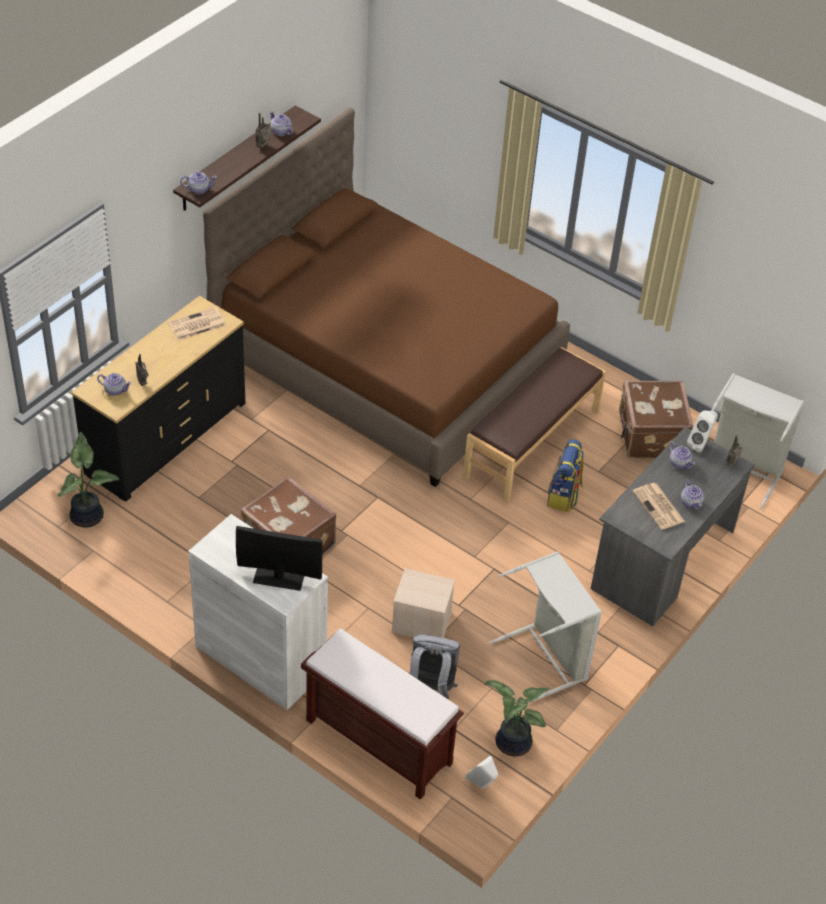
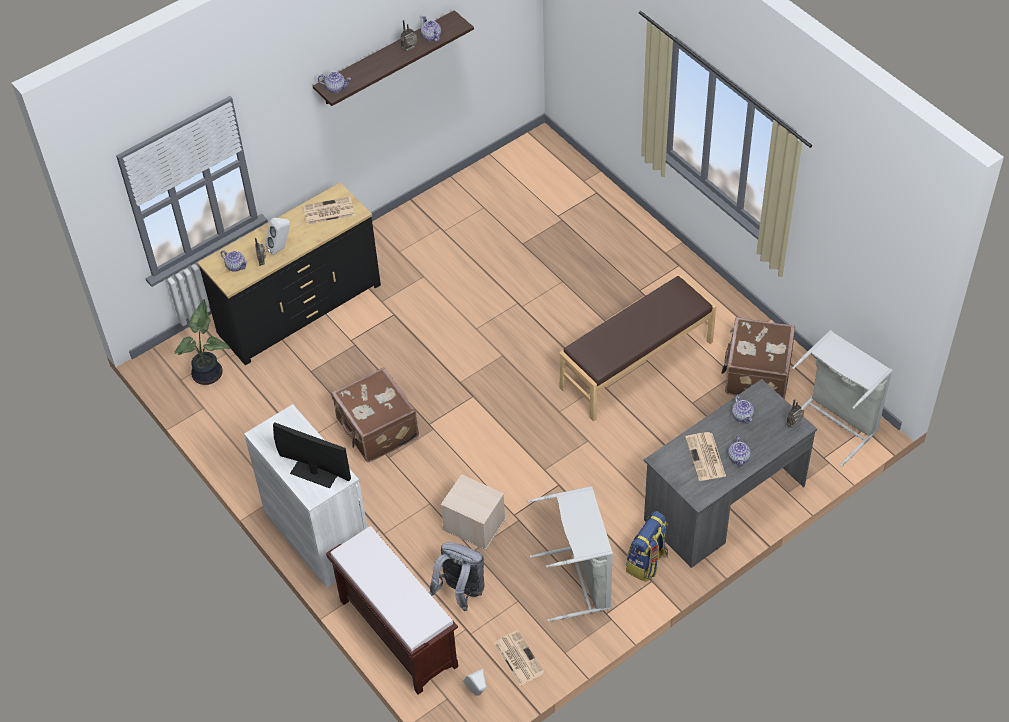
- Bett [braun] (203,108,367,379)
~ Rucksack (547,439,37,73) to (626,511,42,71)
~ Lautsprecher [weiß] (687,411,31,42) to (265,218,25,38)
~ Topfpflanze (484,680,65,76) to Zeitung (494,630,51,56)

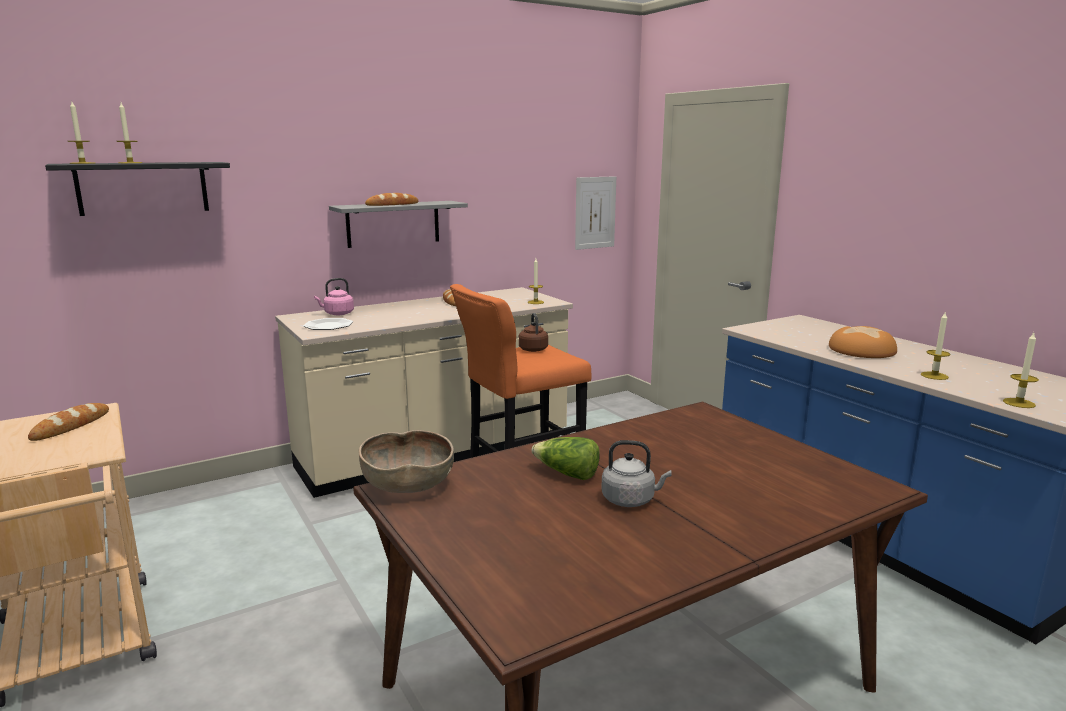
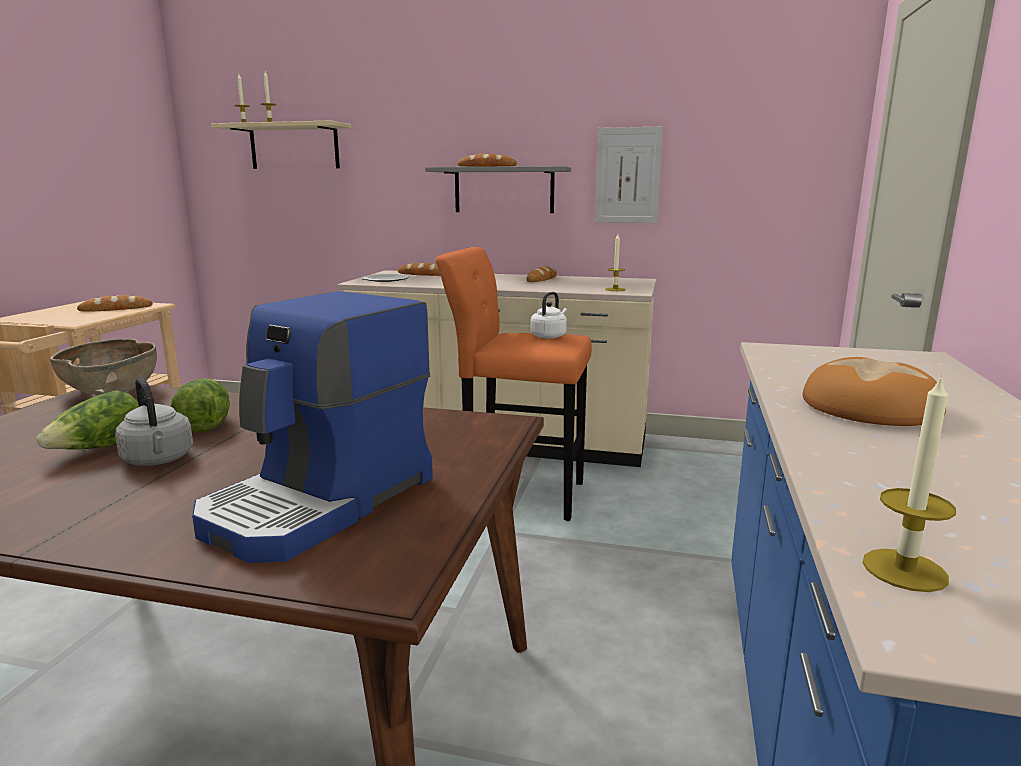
- Kerze (921,311,30,69)
+ Salatkopf (36,390,103,59)
+ Kaffeemaschine (192,291,241,272)
~ Bild (575,176,41,74) to (595,127,68,96)
~ Wasserkessel [rosa] (314,278,40,37) to Brot (398,263,43,13)
~ Wandregal [schwarz] (45,162,185,54) to Wandregal [beige] (211,120,140,49)
~ Wasserkessel [braun] (519,313,29,39) to Wasserkessel [weiß] (530,292,37,47)

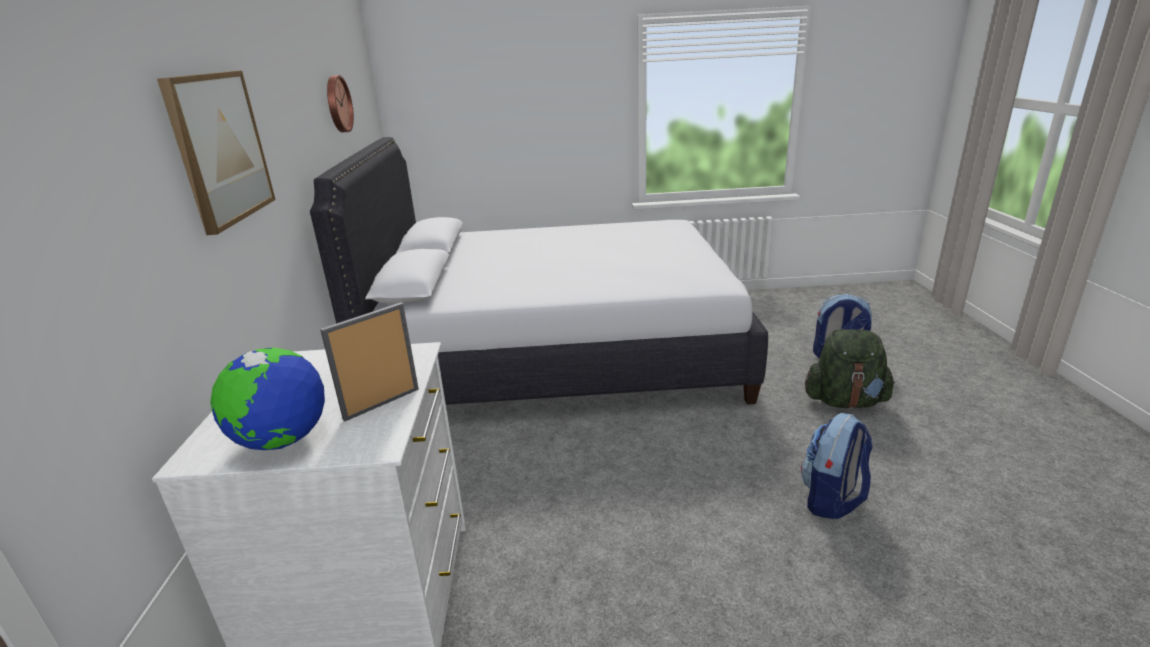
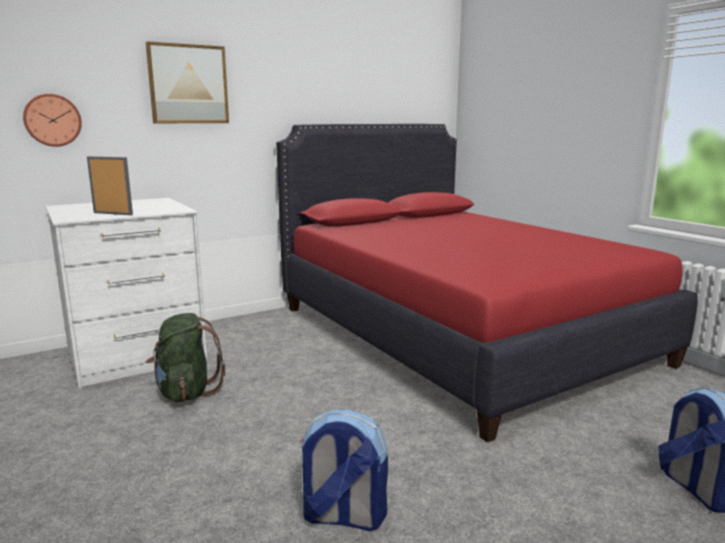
- Globus (210,347,115,103)
~ Wanduhr (327,75,27,57) to (23,94,59,53)
~ Rucksack [grün] (805,329,90,80) to (146,313,79,89)
~ Bett [weiß] (310,137,458,268) to Bett [rot] (276,124,422,318)

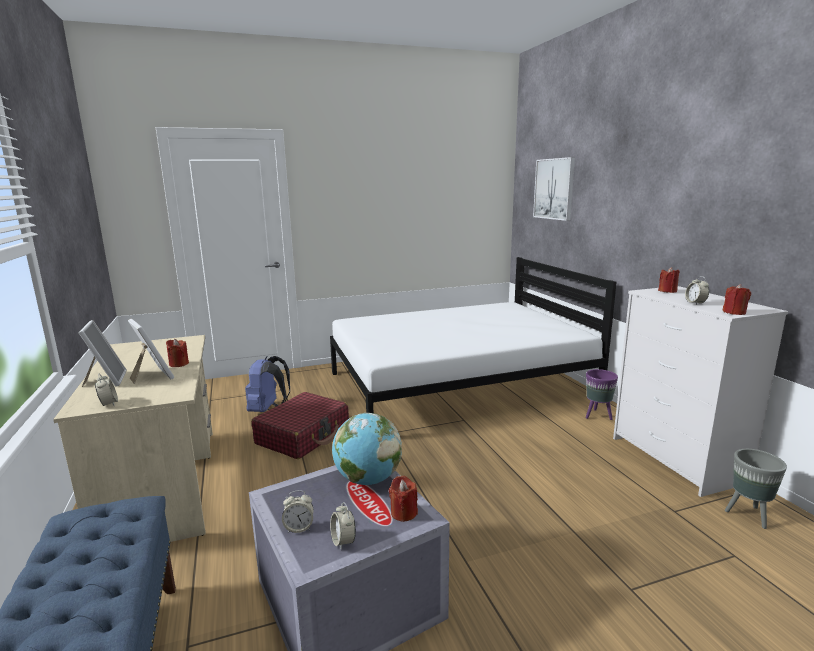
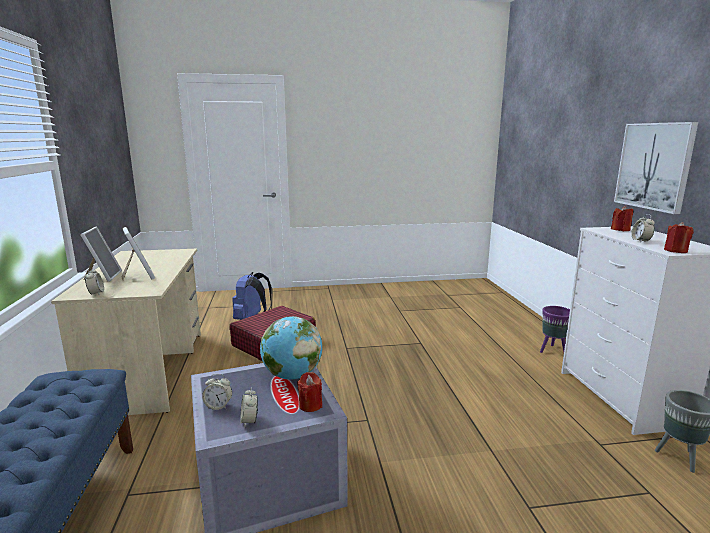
- Kerze [rot] (166,339,23,28)
- Bett [weiß] (330,257,286,156)
~ Bild (533,157,42,64) to (614,122,84,92)

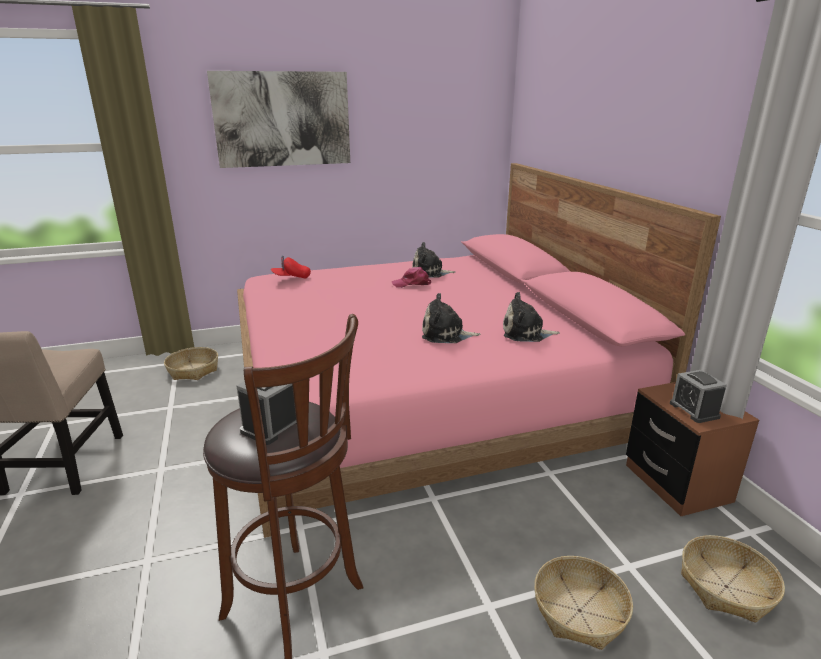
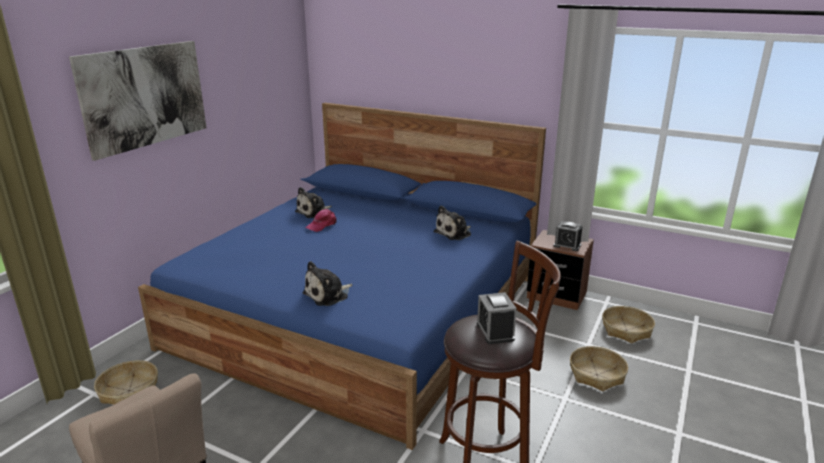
- Kappe [rot] (271,255,40,23)
~ Plüschtier (422,293,59,50) to (303,261,49,45)
~ Bett [rosa] (237,163,484,375) to Bett [blau] (138,103,408,347)

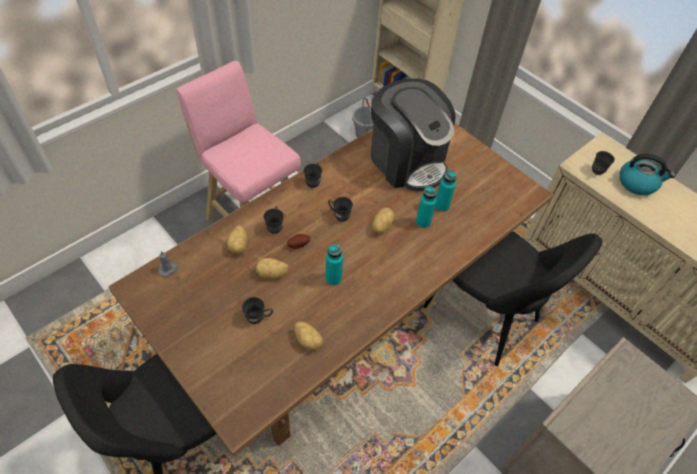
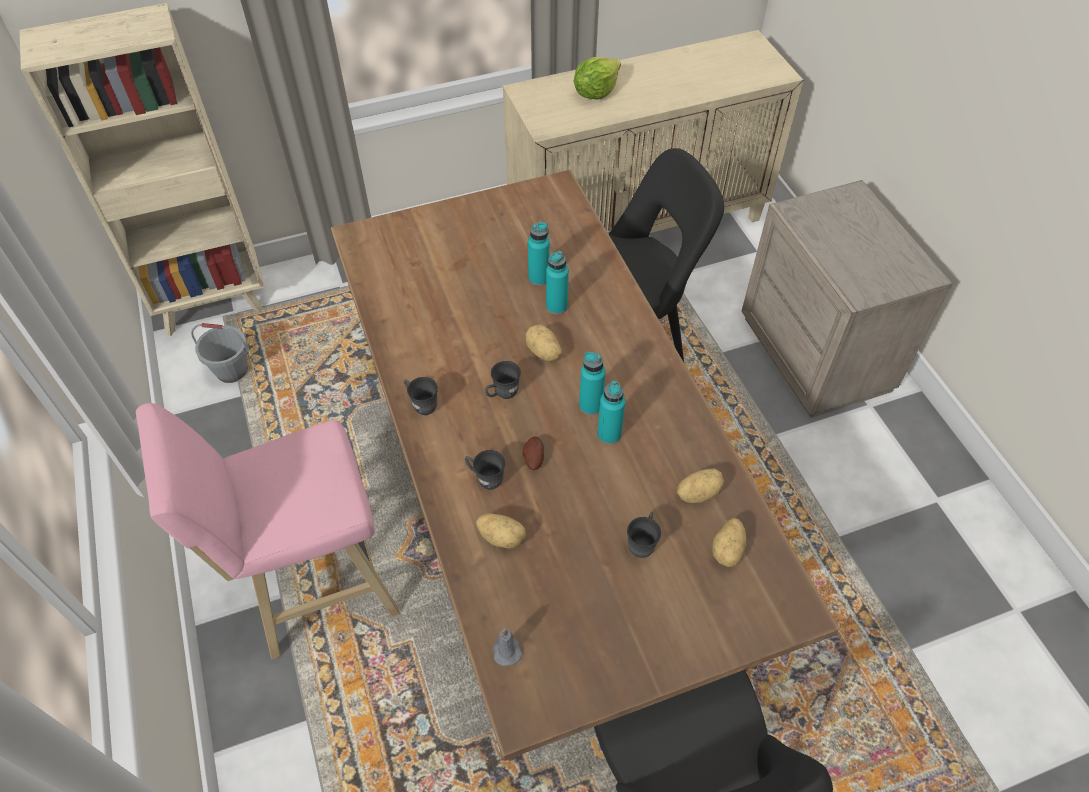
- Kaffeemaschine (371,79,85,113)
- Henkelbecher [grau] (592,151,23,24)
+ Flasche [türkis] (579,352,27,63)
~ Kartoffel (256,258,33,21) to (712,518,34,49)
~ Wasserkessel (619,154,56,41) to Salatkopf (574,57,47,43)

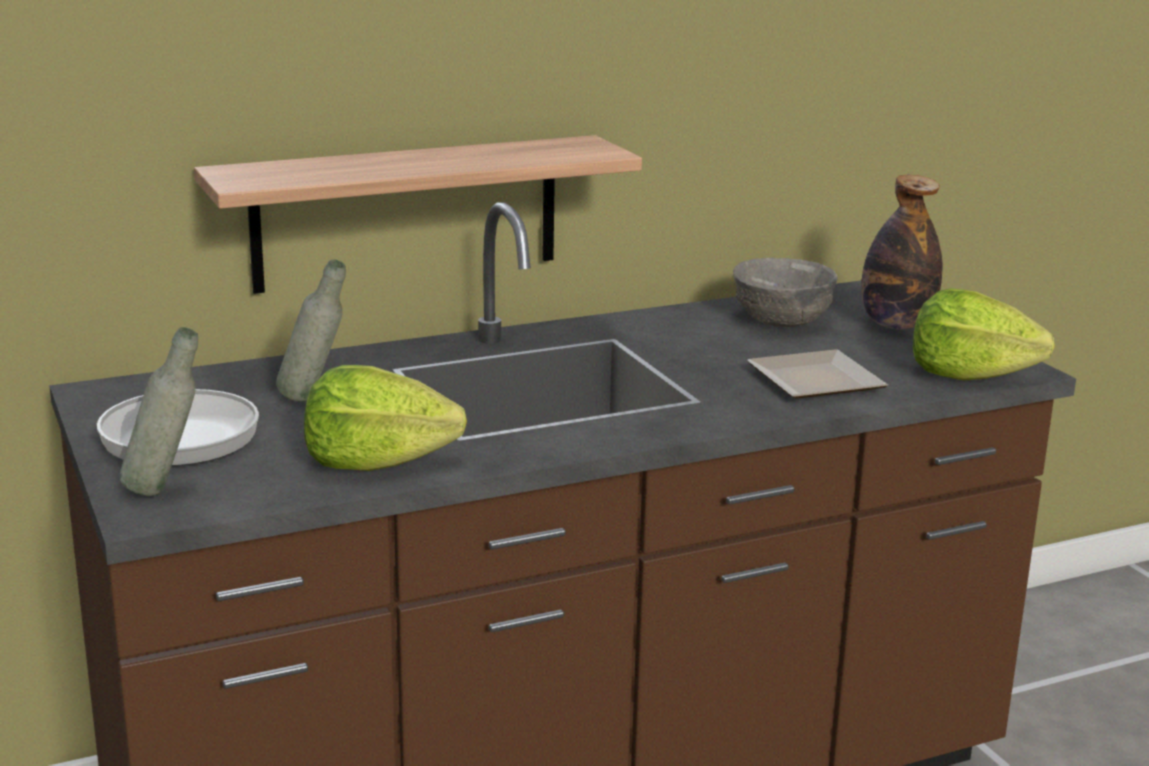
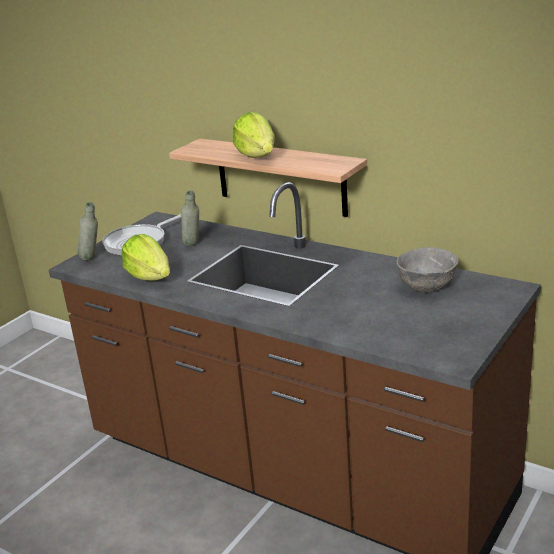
- Teller (747,349,141,49)
- Flasche (861,175,82,155)
~ Salatkopf (913,288,142,93) to (233,112,42,46)

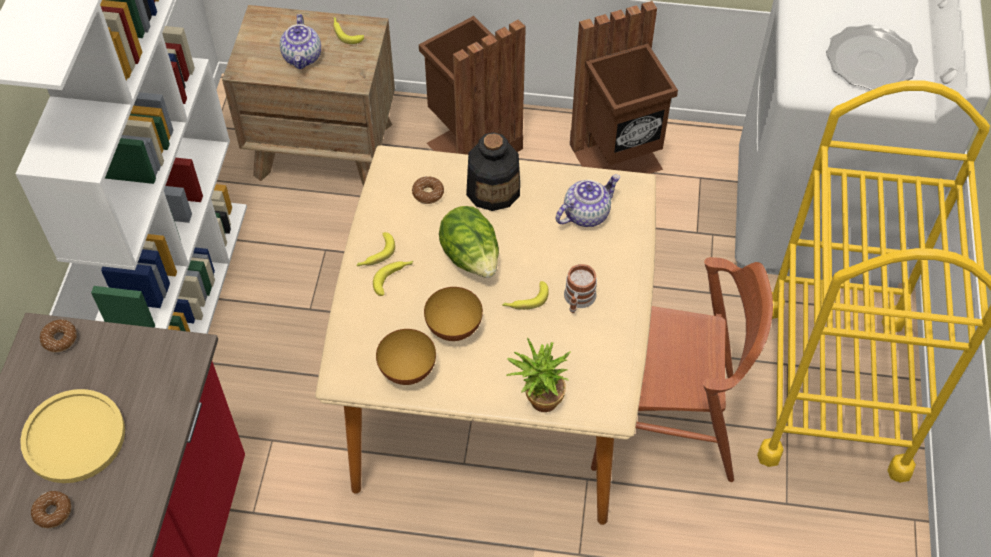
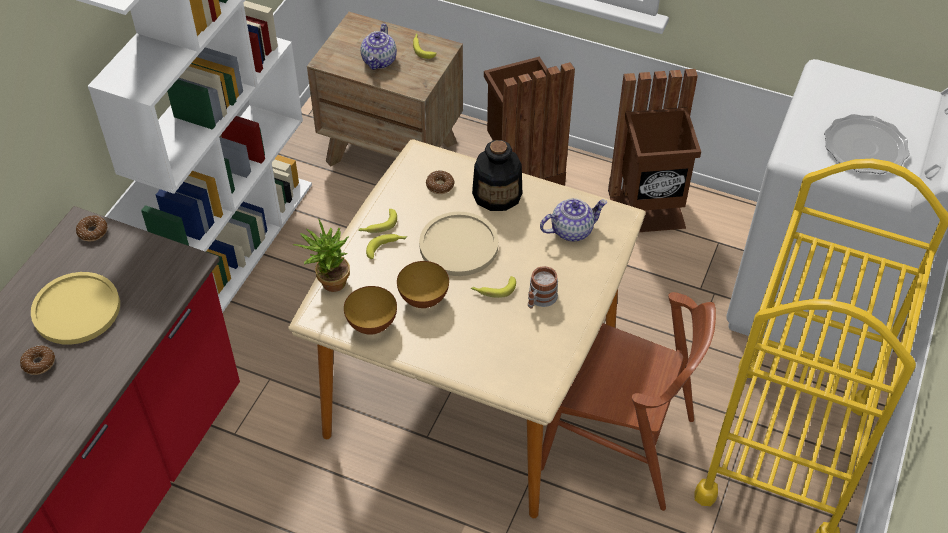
~ Topfpflanze (507,338,64,74) to (293,219,57,73)
~ Salatkopf (439,206,60,72) to Teller [beige] (419,212,79,64)

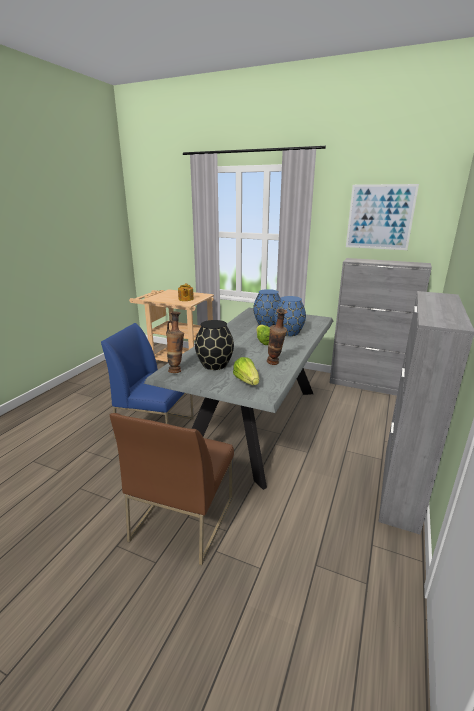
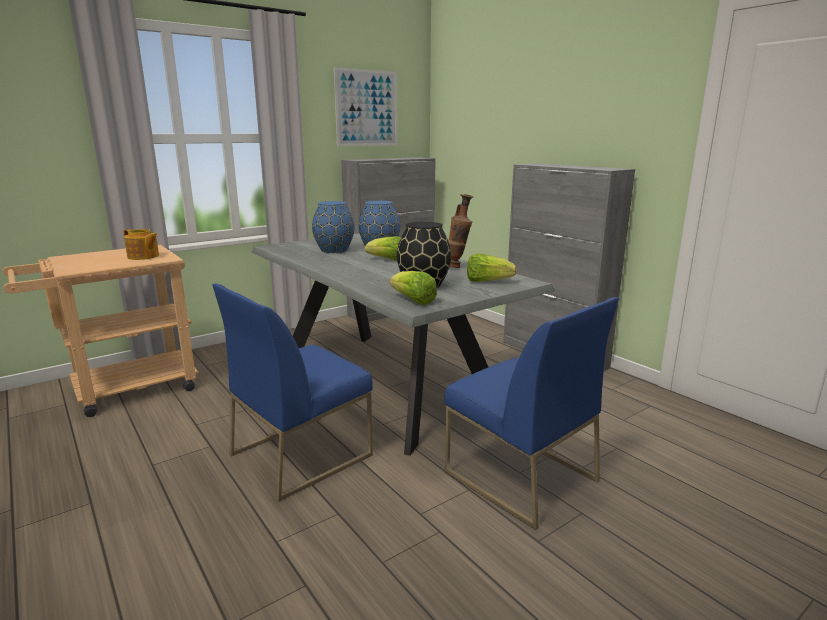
~ Vase (166,312,18,61) to Salatkopf (390,271,47,34)
~ Stuhl [braun] (110,413,124,152) to Stuhl [blau] (445,297,174,233)

